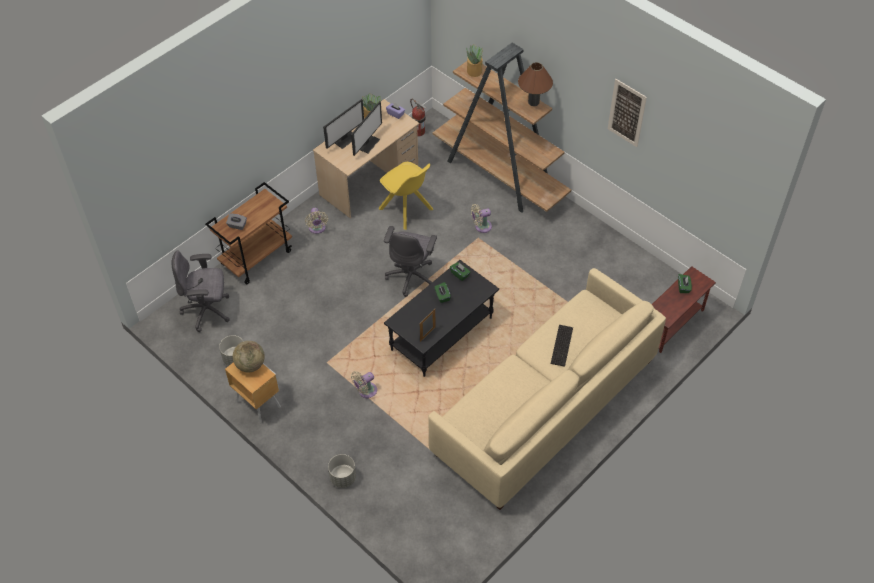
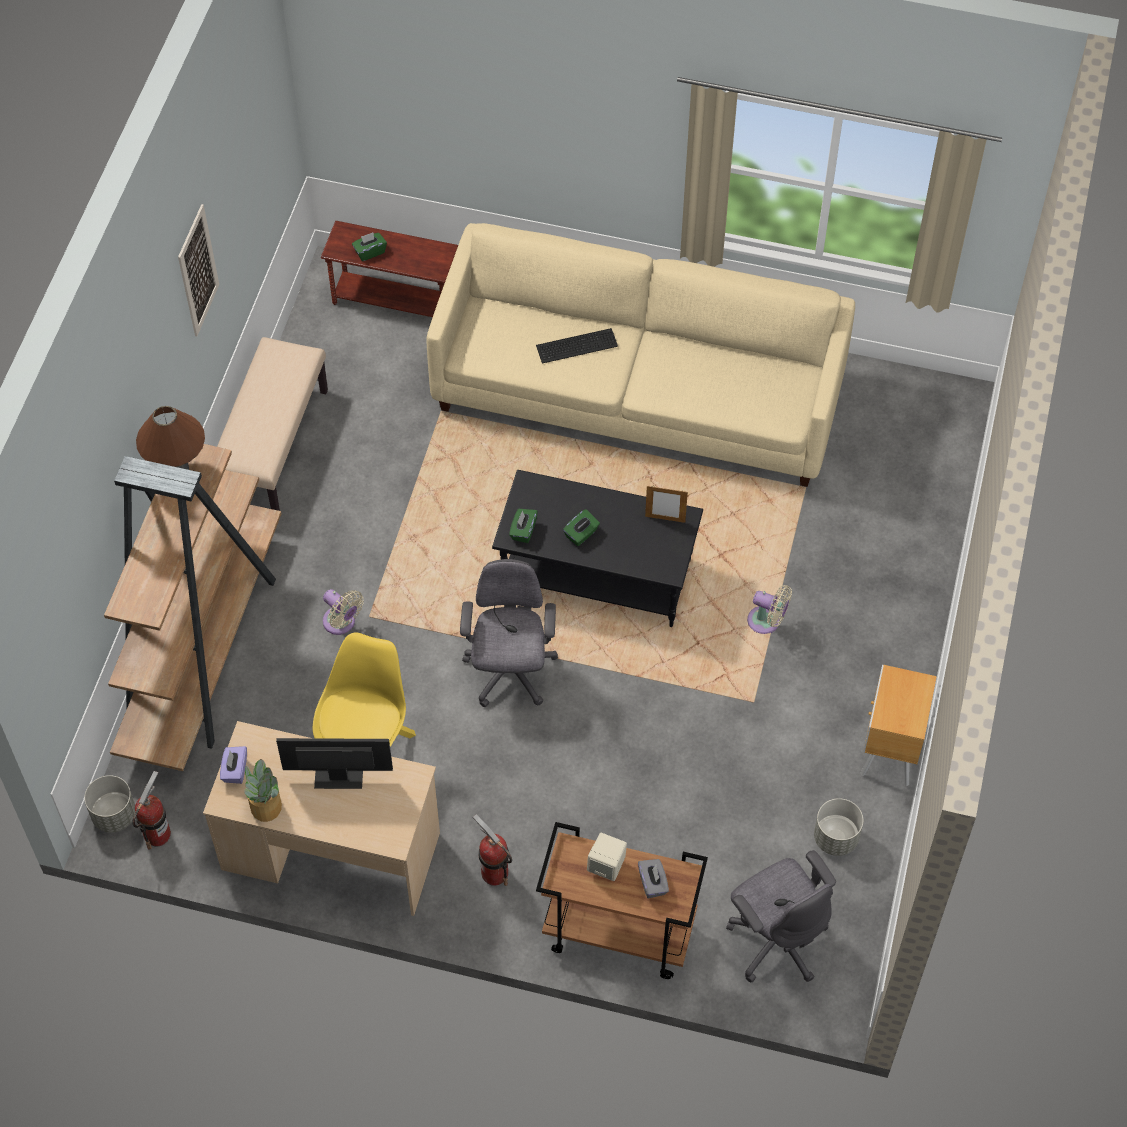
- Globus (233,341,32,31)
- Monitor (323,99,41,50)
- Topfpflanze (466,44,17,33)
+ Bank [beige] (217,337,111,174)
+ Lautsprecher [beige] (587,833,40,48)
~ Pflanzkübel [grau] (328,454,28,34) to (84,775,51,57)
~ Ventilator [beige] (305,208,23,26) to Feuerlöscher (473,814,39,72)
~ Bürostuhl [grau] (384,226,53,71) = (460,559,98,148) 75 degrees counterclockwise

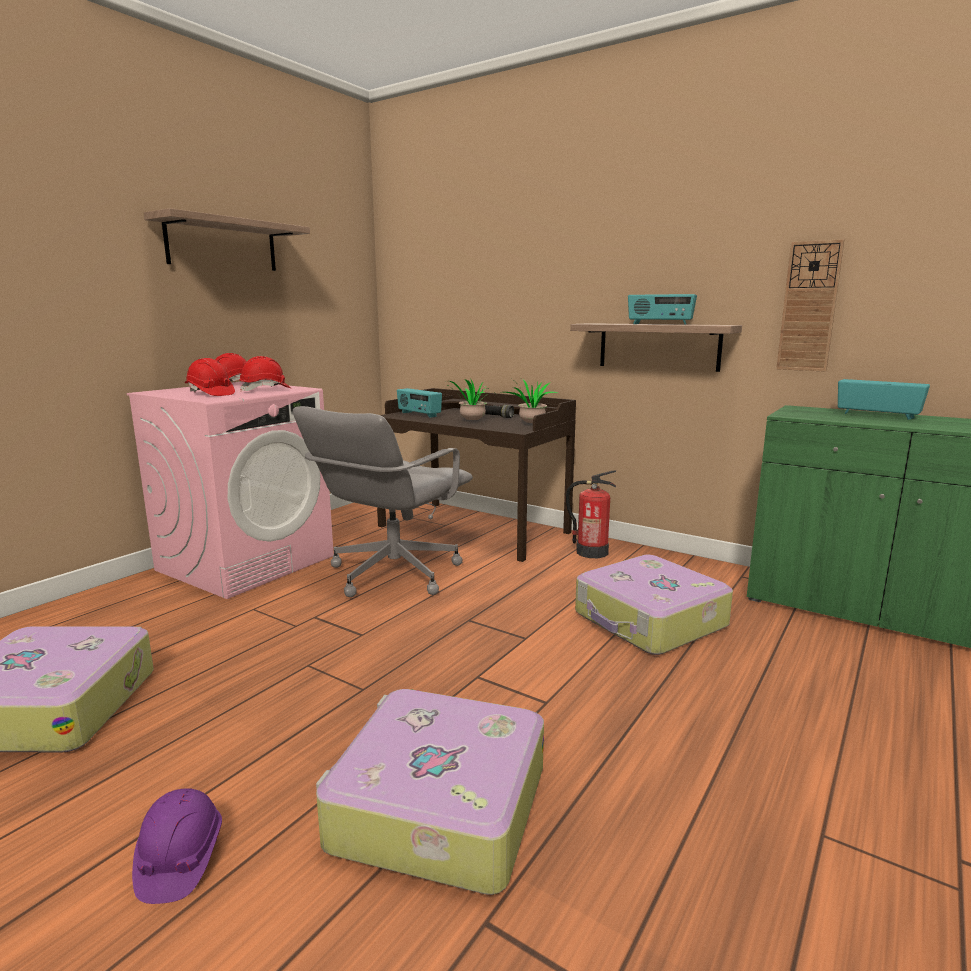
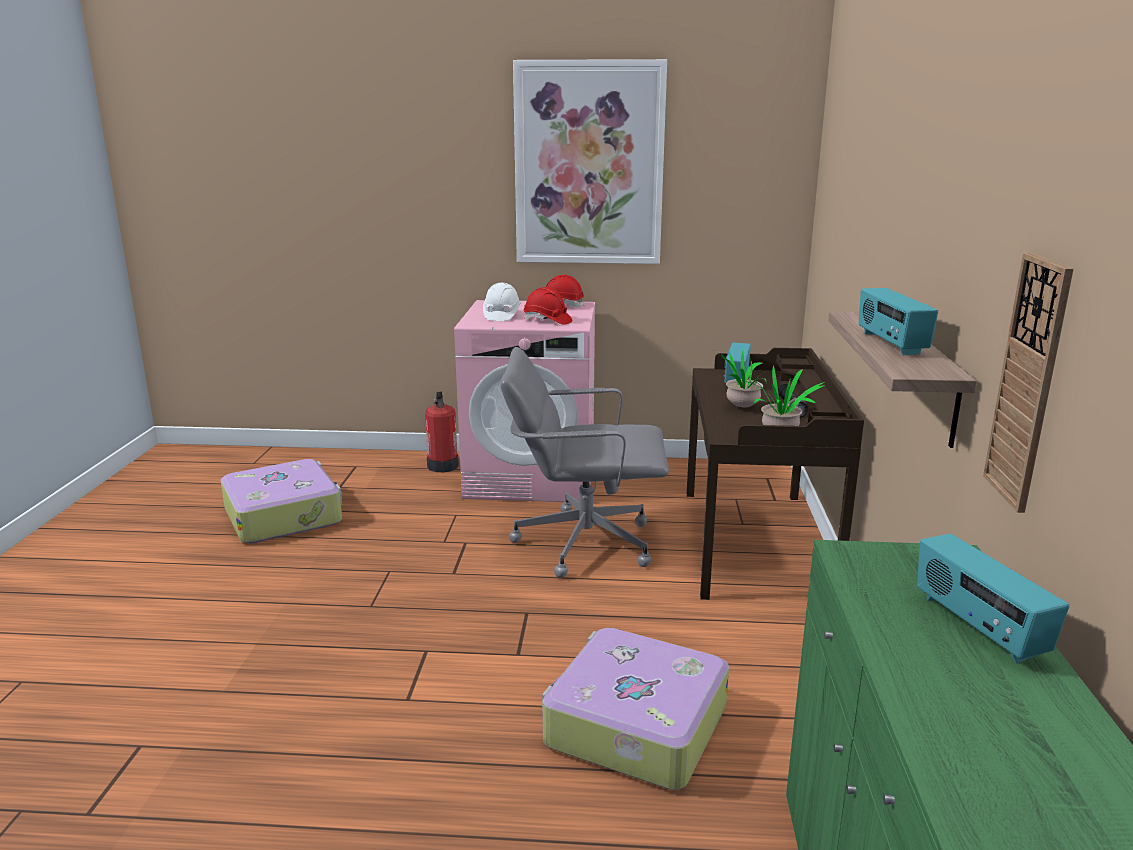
- Schutzhelm [lila] (132,789,90,115)
- Koffer (316,689,228,206)
~ Feuerlöscher (566,470,51,88) to (425,392,34,80)
~ Wandregal (144,208,166,63) to Bild (513,59,154,205)
~ Schutzhelm [rot] (185,358,50,38) to Schutzhelm [weiß] (483,283,38,38)
~ Radio (838,379,92,41) = (917,534,152,130) 150 degrees clockwise

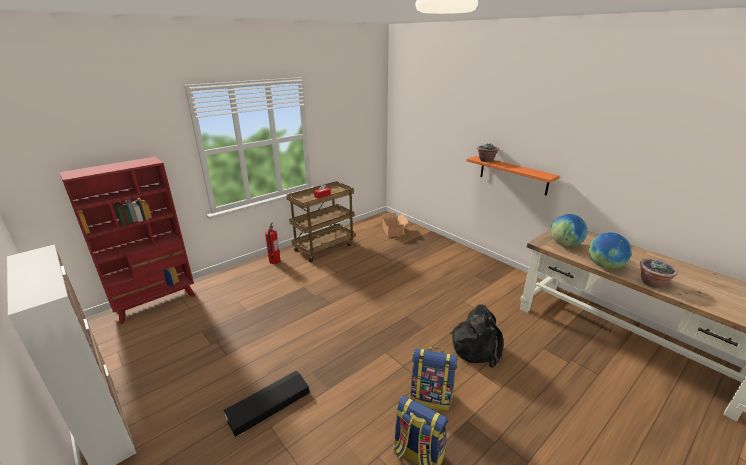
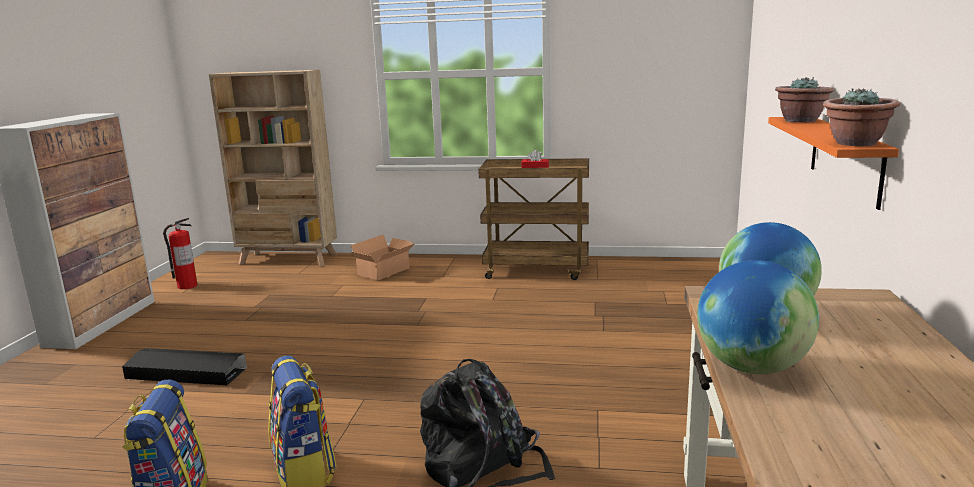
~ Feuerlöscher (265,222,15,42) to (163,218,34,71)
~ Karton (380,213,28,24) to (351,235,64,45)
~ Topfpflanze (640,259,38,29) to (823,88,77,58)
~ Bücherregal [rot] (59,157,136,167) to Bücherregal [beige] (209,70,128,196)

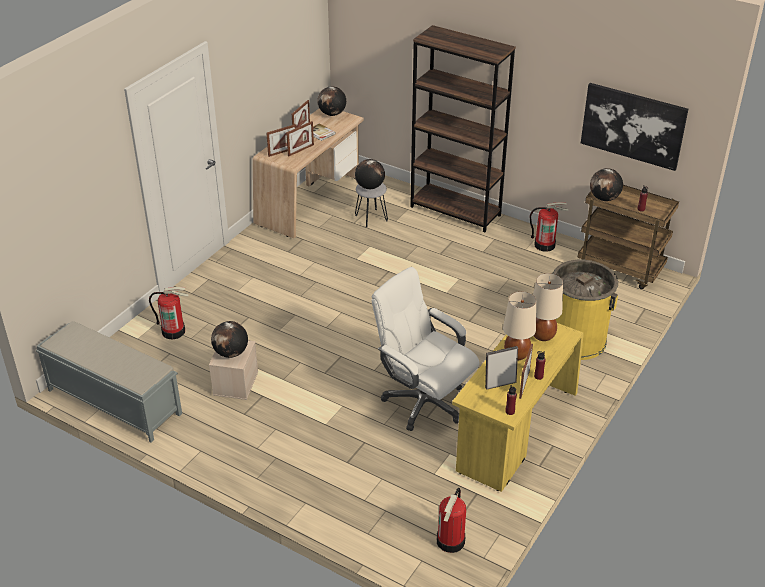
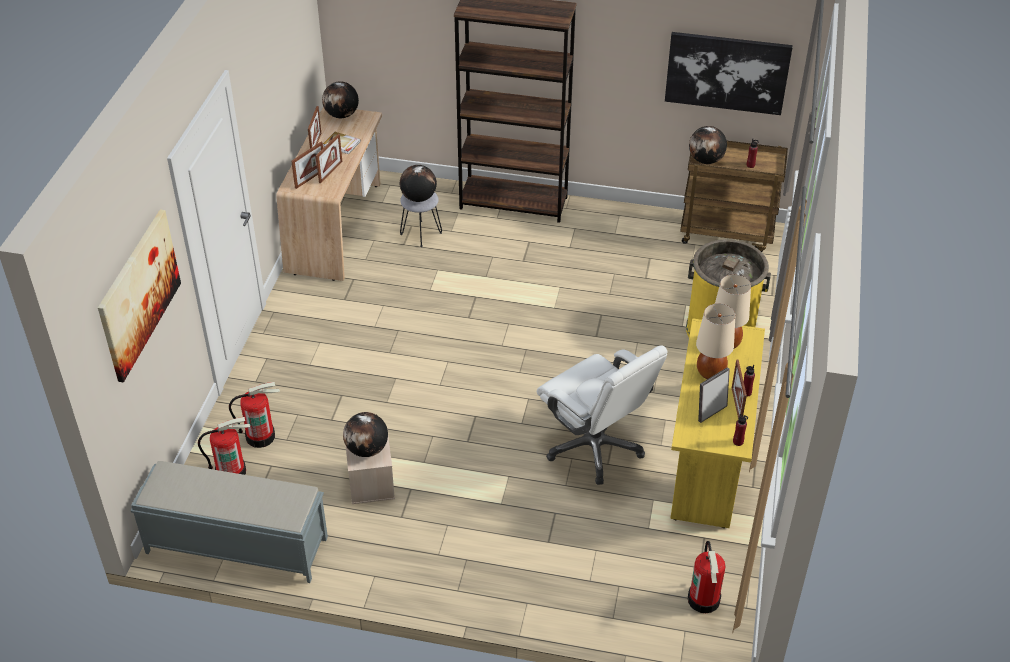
+ Bild (98,209,83,173)
~ Feuerlöscher (530,202,38,50) to (198,417,52,58)
~ Bürostuhl [weiß] (371,267,108,164) = (537,345,131,140) 150 degrees counterclockwise

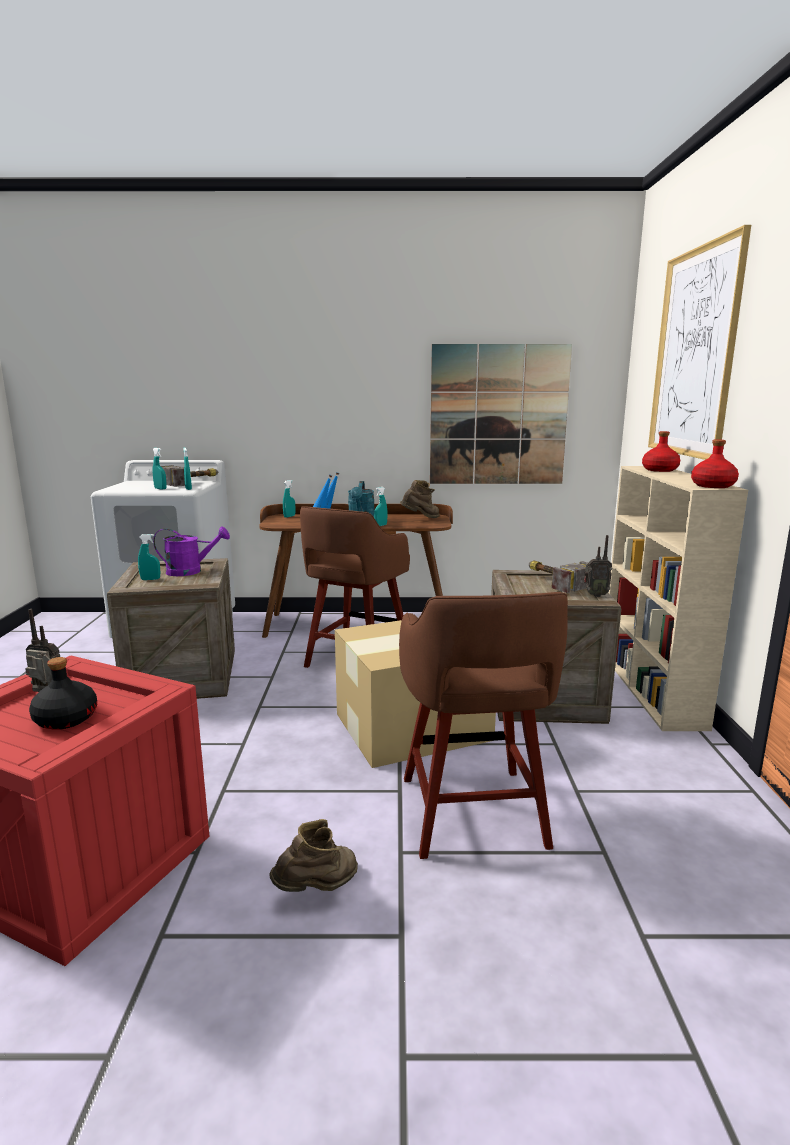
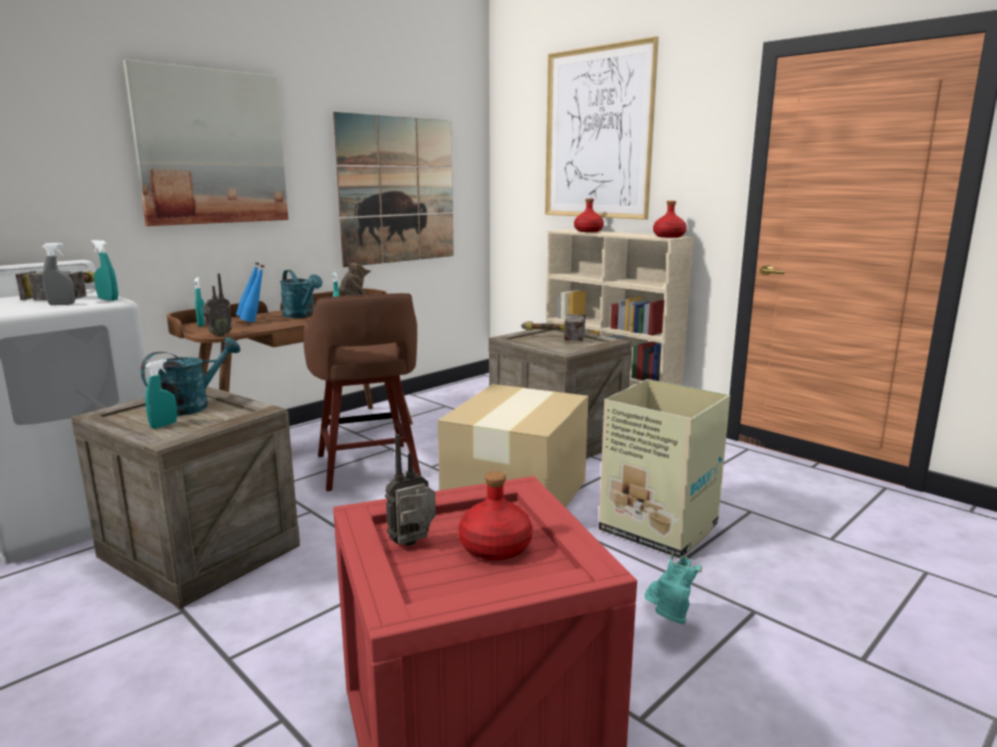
+ Bild (123,59,165,167)
~ Radio (584,535,28,62) to (203,273,30,63)
~ Hocker [braun] (399,592,169,267) to Karton (599,379,131,180)
~ Flasche [schwarz] (29,657,68,73) to Flasche [rot] (458,471,75,90)
~ Sprühflasche [türkis] (153,448,14,42) to Sprühflasche [grau] (42,243,33,62)
~ Gießkanne [lila] (153,526,77,50) to Gießkanne [türkis] (141,337,100,79)
~ Stiefel [braun] (269,819,89,73) to Stiefel [türkis] (645,552,57,72)

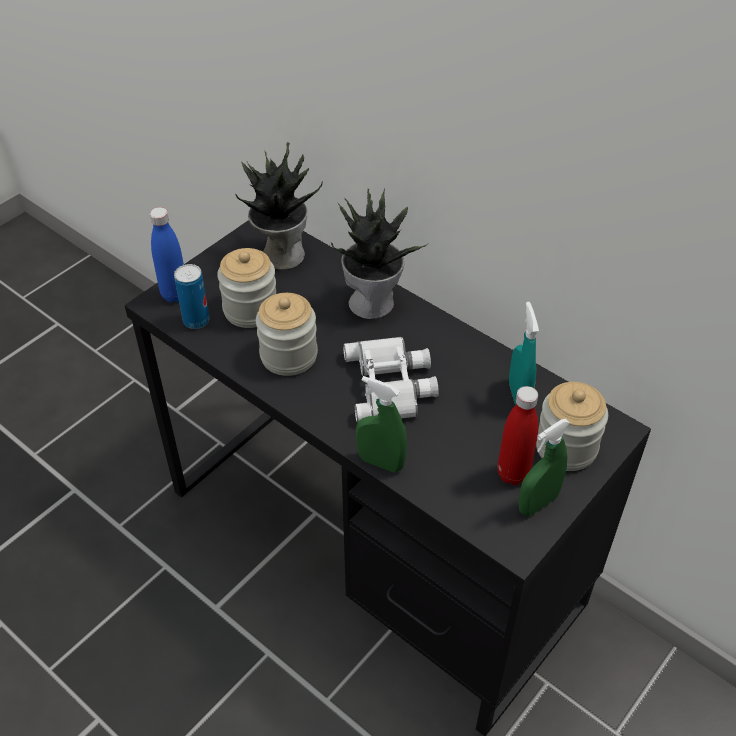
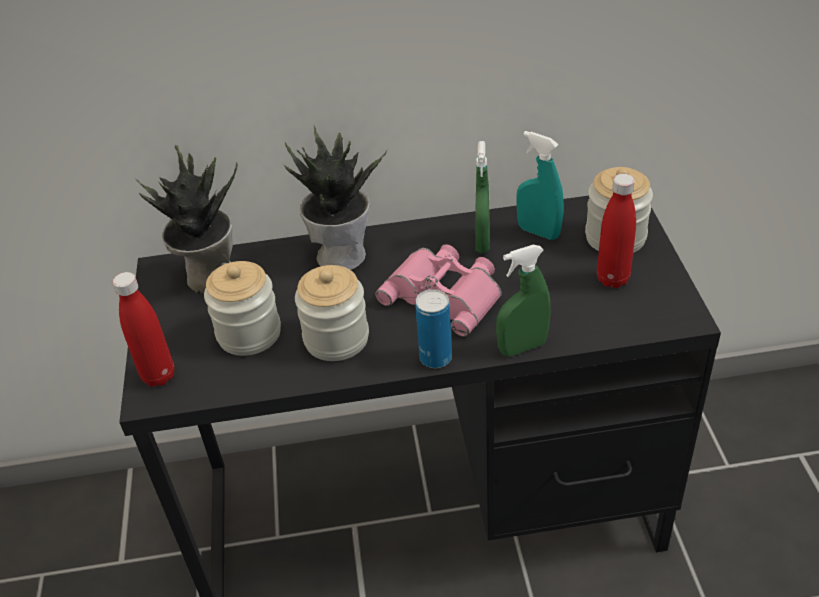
~ Dose (174,264,36,65) to (415,289,37,79)
~ Sprühflasche [grün] (518,419,52,97) to (475,141,15,112)
~ Flasche [blau] (150,207,34,95) to Flasche [rot] (113,272,61,115)
~ Fernglas [weiß] (343,337,96,86) to Fernglas [rosa] (375,244,127,93)

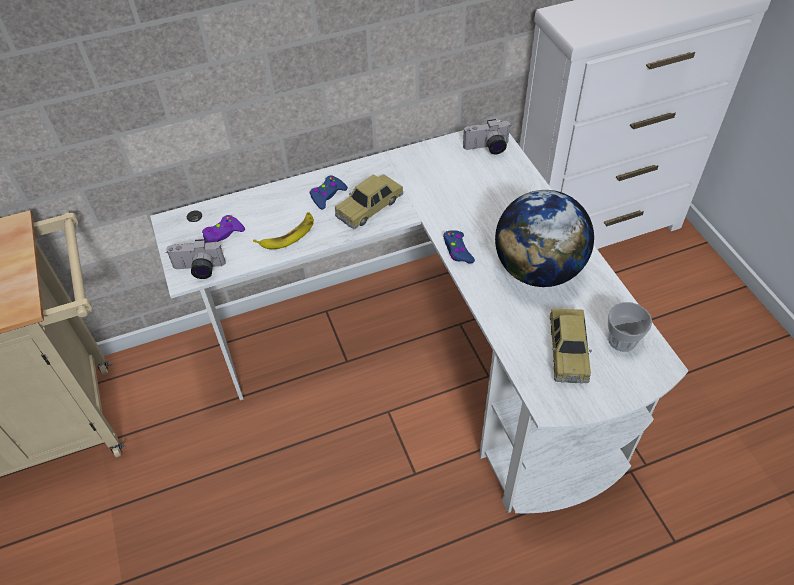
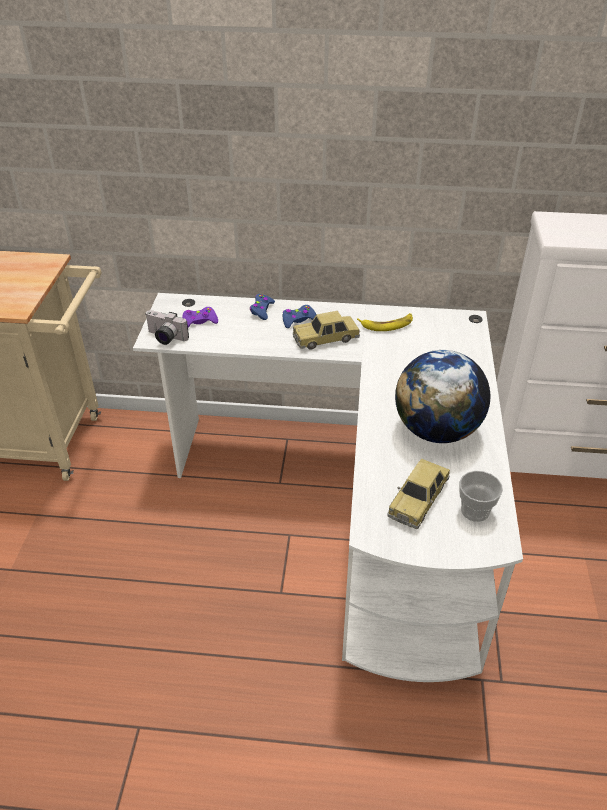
- Kamera (463,119,48,35)
~ Banane (253,212,61,37) to (357,313,56,18)
~ Gamepad [blau] (443,230,32,33) to (250,294,25,26)

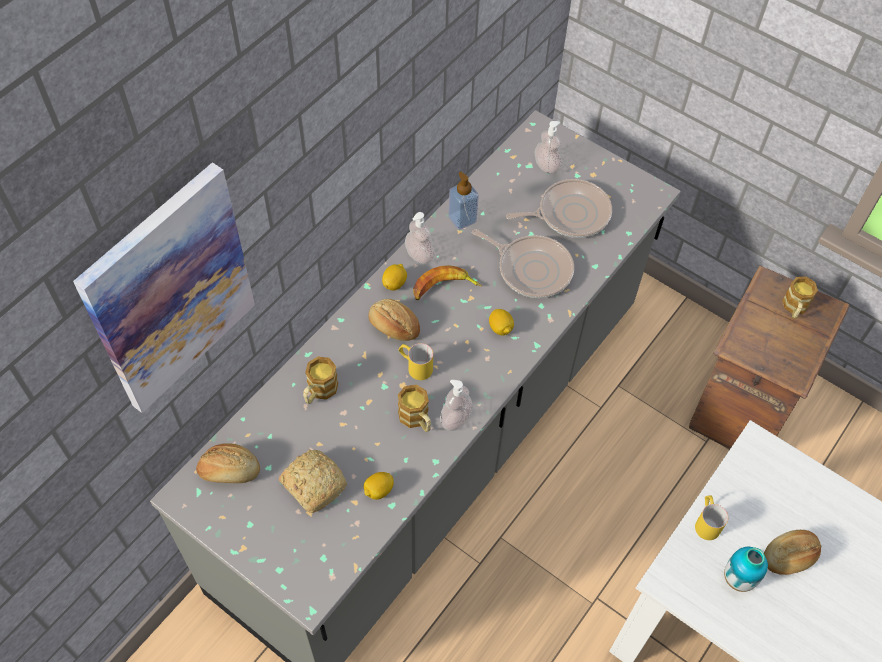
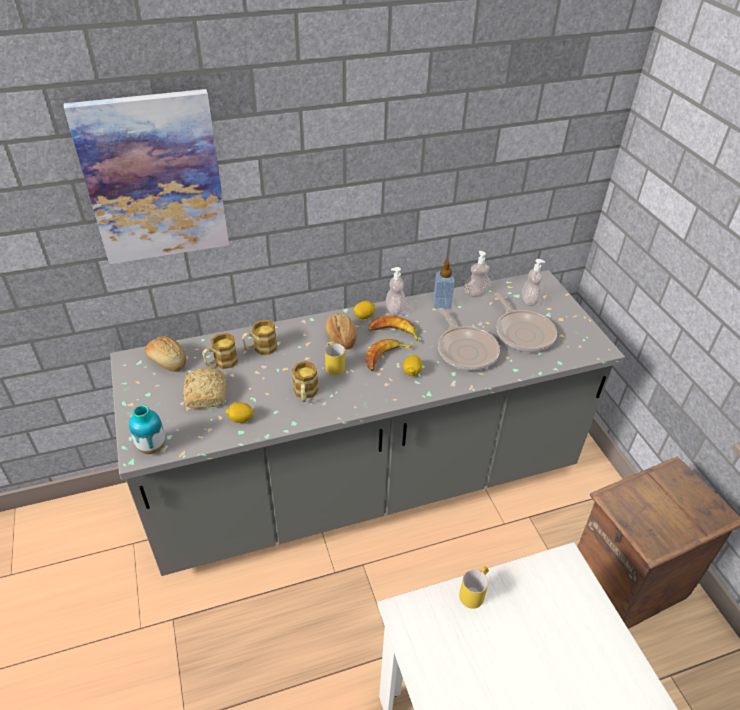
- Brot (764,530,57,45)
+ Banane (366,339,48,32)
~ Seifenspender (440,380,33,51) to (464,251,27,46)
~ Vase (724,547,44,45) to (129,405,36,49)
~ Henkelbecher (782,277,36,42) to (202,333,36,36)
~ Pfanne (506,179,106,59) = (494,292,63,60) 45 degrees clockwise

